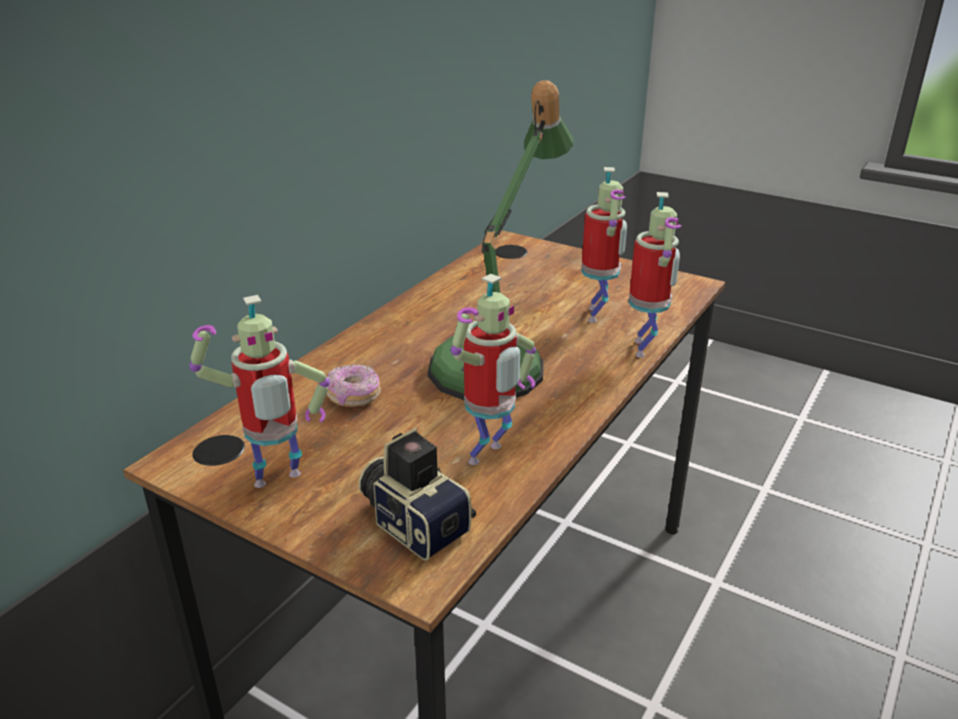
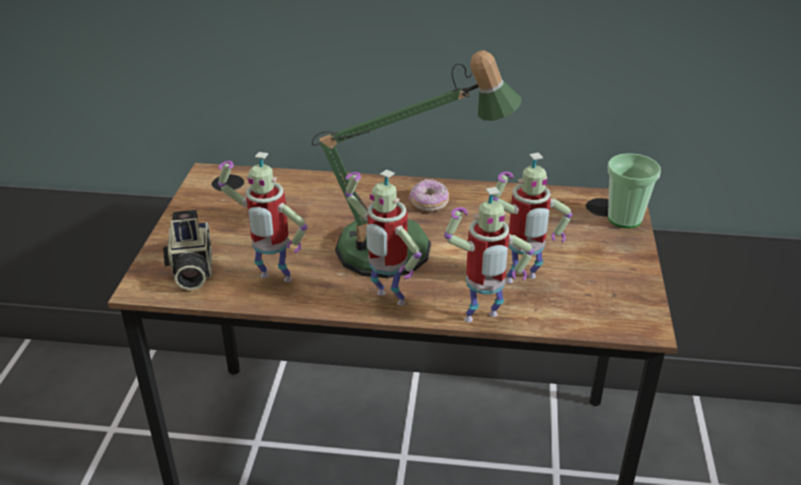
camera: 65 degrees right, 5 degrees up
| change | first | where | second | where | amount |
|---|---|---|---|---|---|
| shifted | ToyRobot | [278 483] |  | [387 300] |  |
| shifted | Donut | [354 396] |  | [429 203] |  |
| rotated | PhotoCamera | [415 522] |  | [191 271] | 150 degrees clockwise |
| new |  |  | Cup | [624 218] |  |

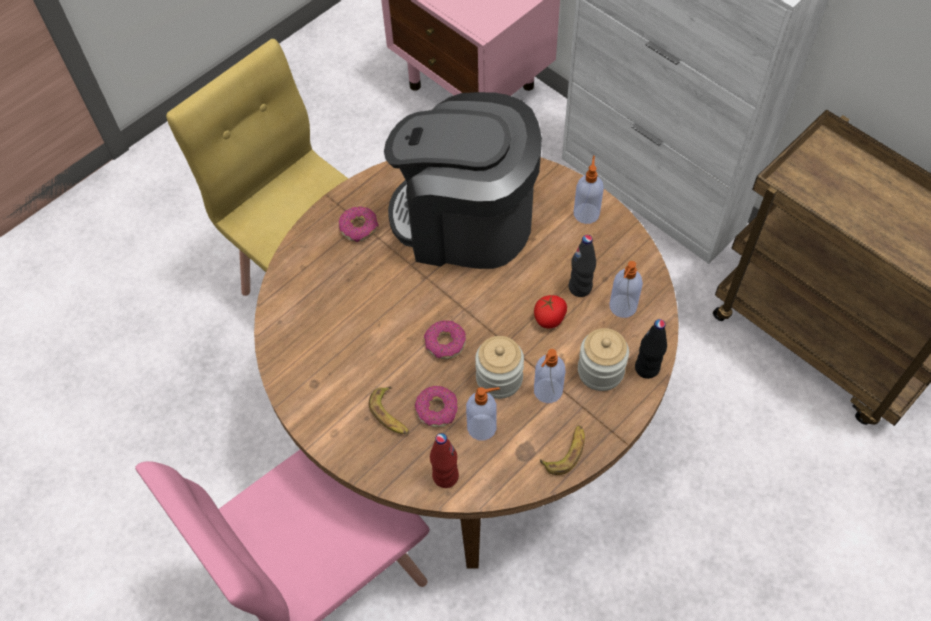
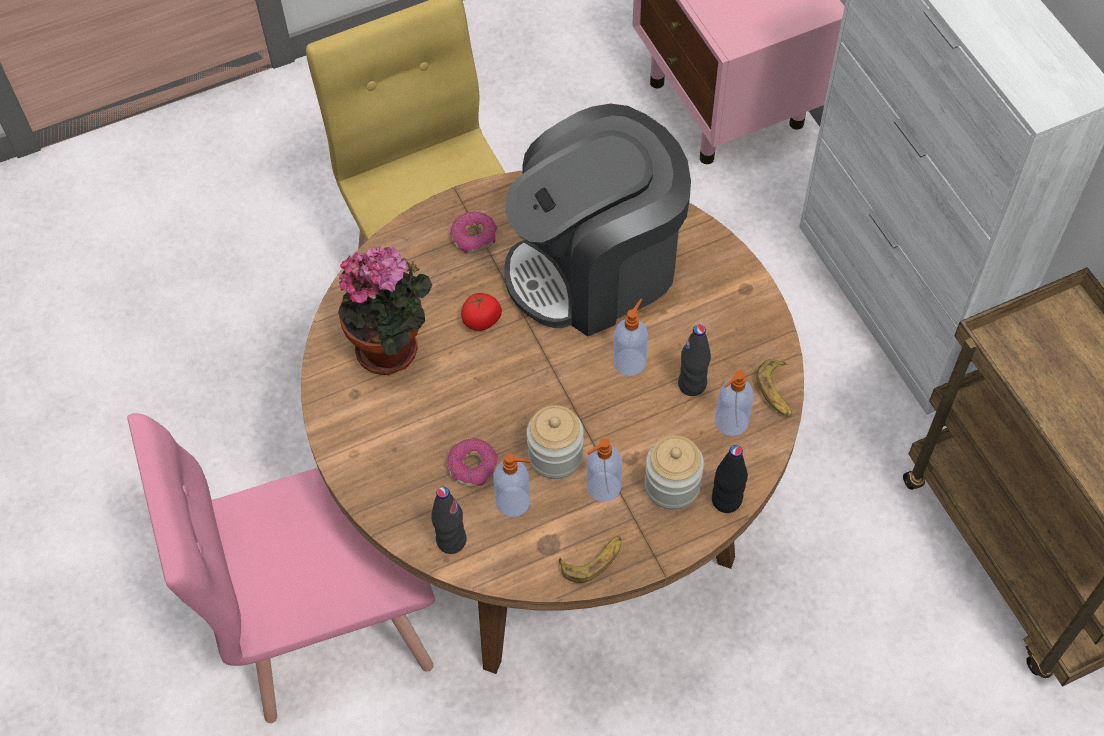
camera: 20 degrees right, 0 degrees up
| change | first | where | second | where | amount |
|---|---|---|---|---|---|
| shifted | Banana | [390 414] |  | [776 392] |  |
| rotated | CoffeeMachine | [465 221] |  | [595 267] | 60 degrees counterclockwise |
| gone | Donut | [445 343] |  |  |  |
| repainted | RedBottle | [445 476] | BlackBottle | [451 540] |  |
| shifted | Tomato | [550 318] |  | [482 320] |  |
| shifted | SoapDispenser | [586 212] |  | [630 361] |  |
| new |  |  | PottedPlant | [393 349] |  |

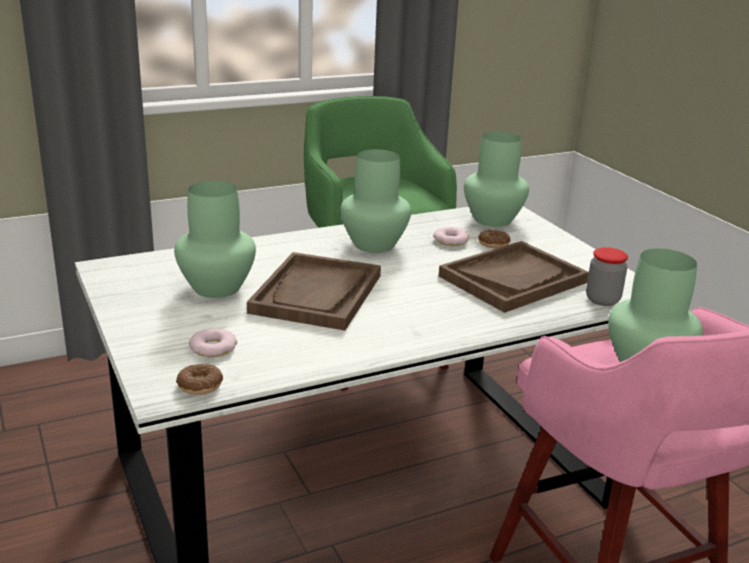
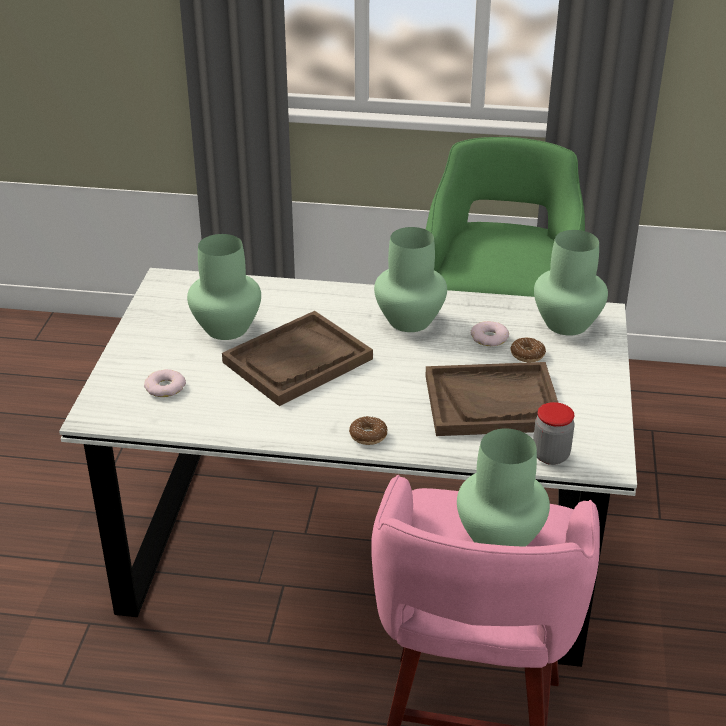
camera: 35 degrees right, 10 degrees up
| change | first | where | second | where | amount |
|---|---|---|---|---|---|
| shifted | Donut | [200 385] |  | [368 435] |  |

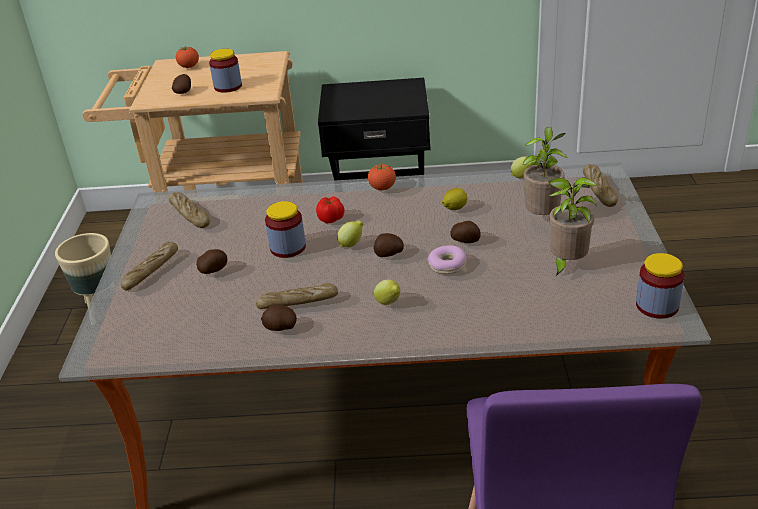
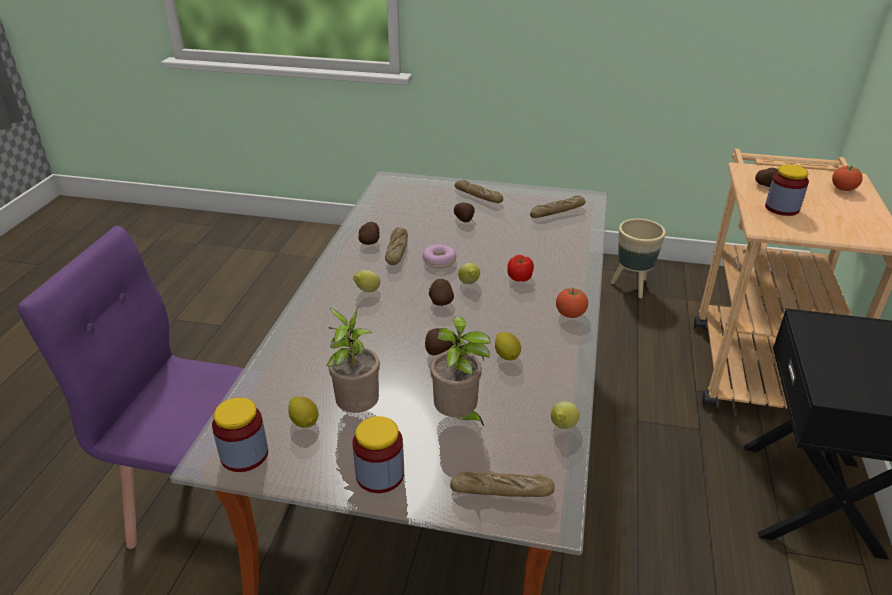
camera: 100 degrees right, 0 degrees up
| change | first | where | second | where | amount |
|---|---|---|---|---|---|
| shifted | Jar | [288 247] |  | [380 474] |  |
| shifted | Donut | [447 265] |  | [439 261] |  |
| new |  |  | Lemon | [304 421] |  |

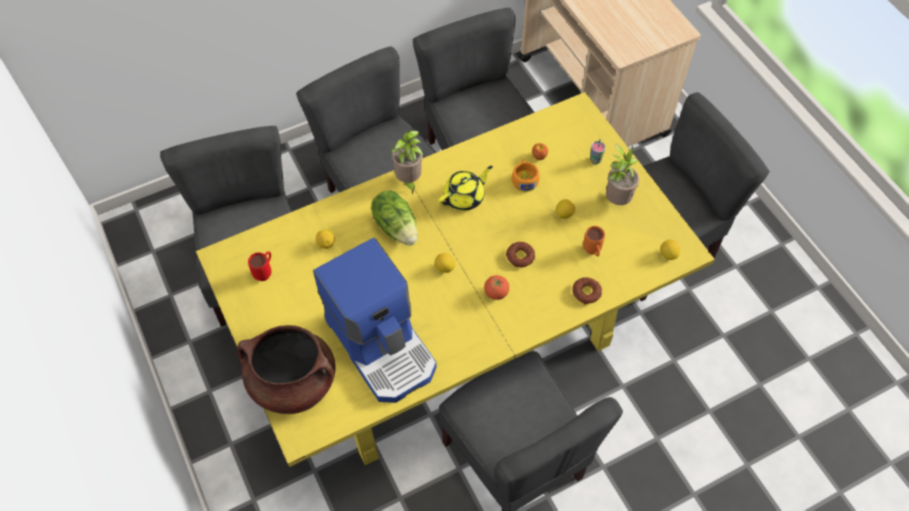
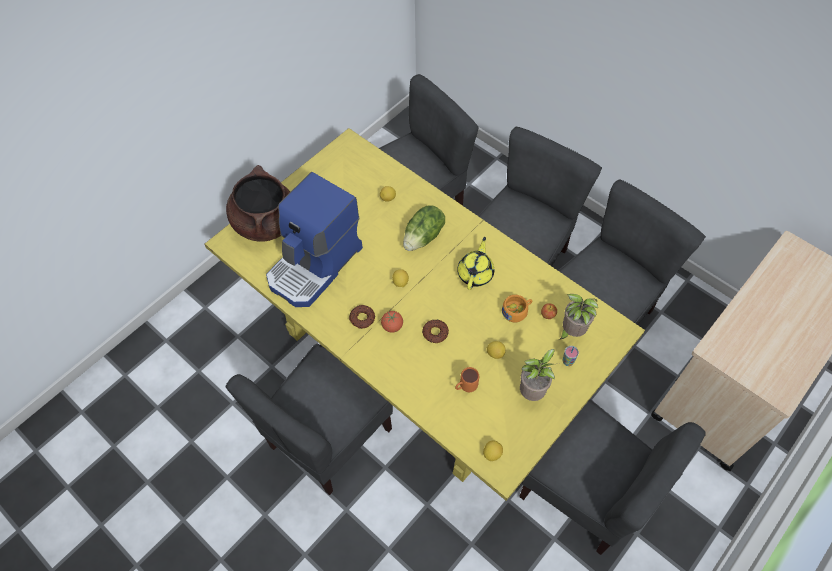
camera: 70 degrees right, 0 degrees up
| change | first | where | second | where | amount |
|---|---|---|---|---|---|
| gone | RedMug | [265 272] |  |  |  |
| shifted | PottedPlant | [408 180] |  | [571 331] |  |
| rotated | YellowTeapot | [464 197] |  | [475 273] | 105 degrees counterclockwise |
| shifted | Donut | [586 292] |  | [362 318] |  |

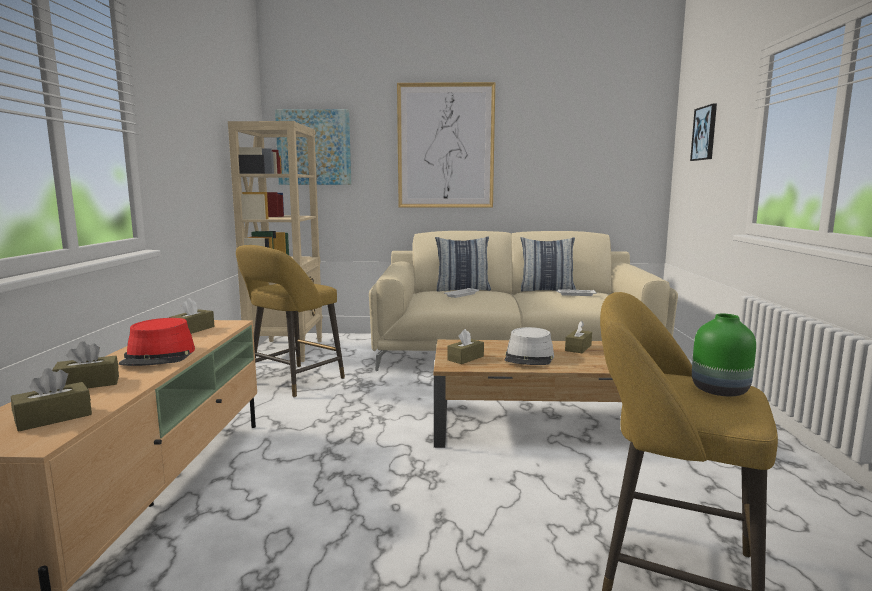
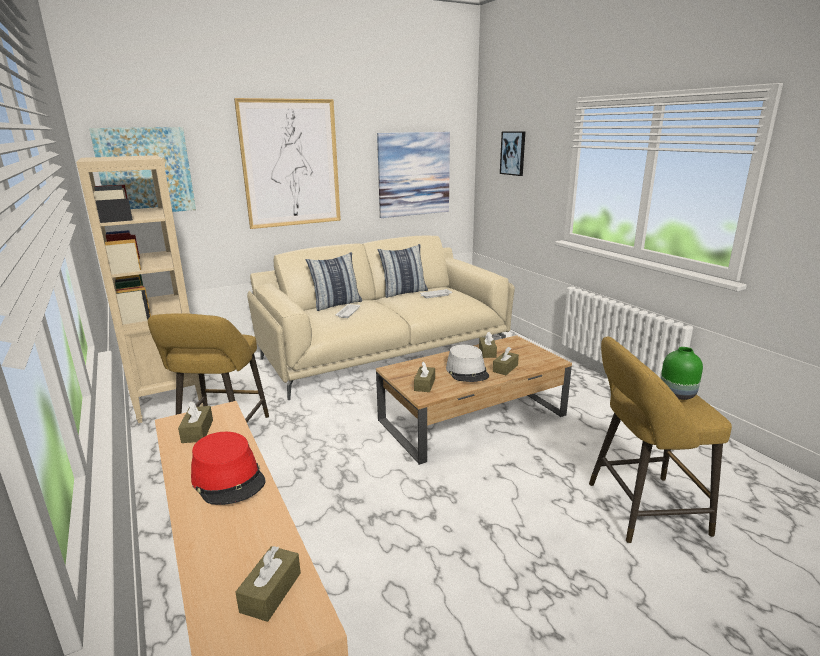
camera: 30 degrees left, 10 degrees up
| change | first | where | second | where | amount |
|---|---|---|---|---|---|
| shifted | BrownTissueBox | [88 384] |  | [505 368] |  |
| new |  |  | Picture | [414 174] |  |

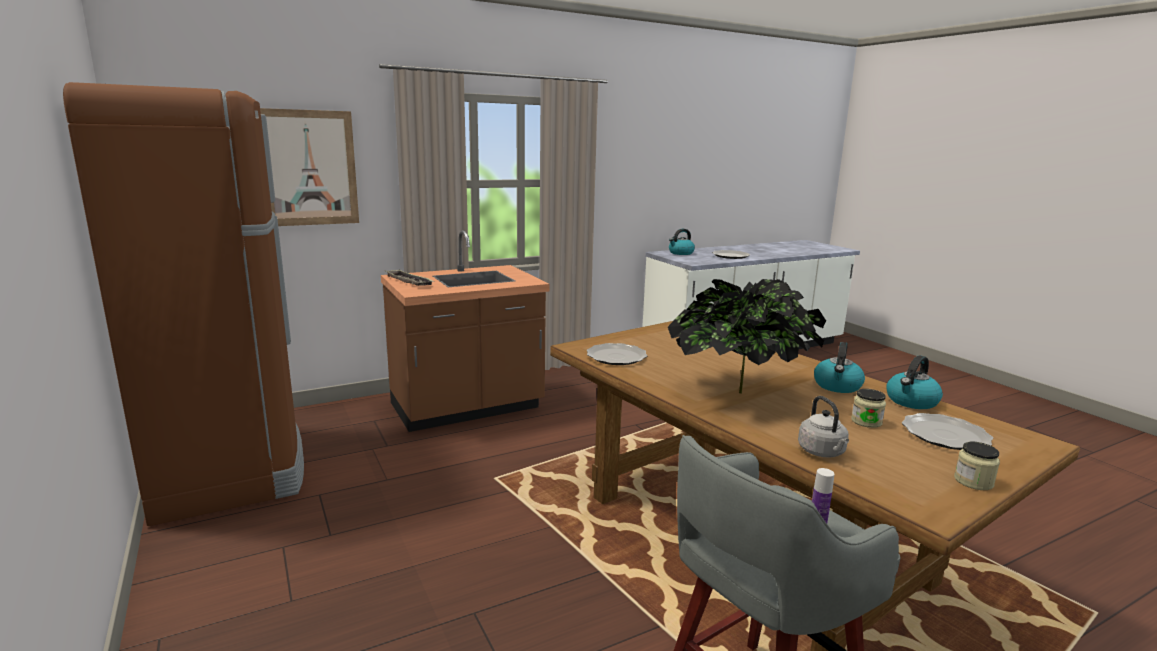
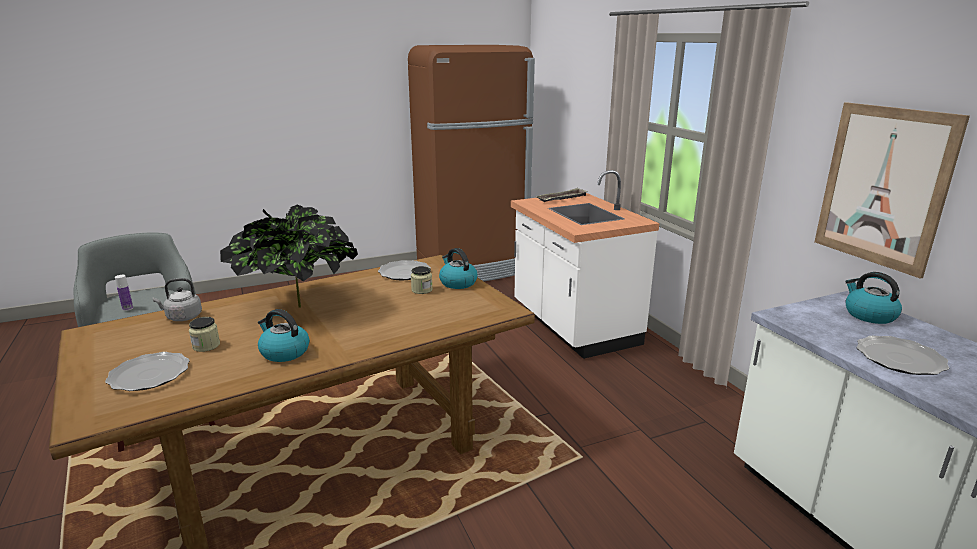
camera: 95 degrees right, 5 degrees up
| change | first | where | second | where | amount |
|---|---|---|---|---|---|
| shifted | Picture | [309 168] |  | [883 186] |  |
| repainted | BrownCounter | [467 408] | WhiteCounter | [573 326] |  |
| shifted | Kettle | [911 402] |  | [457 283] |  |
| shifted | Jar | [973 481] |  | [422 290] |  |

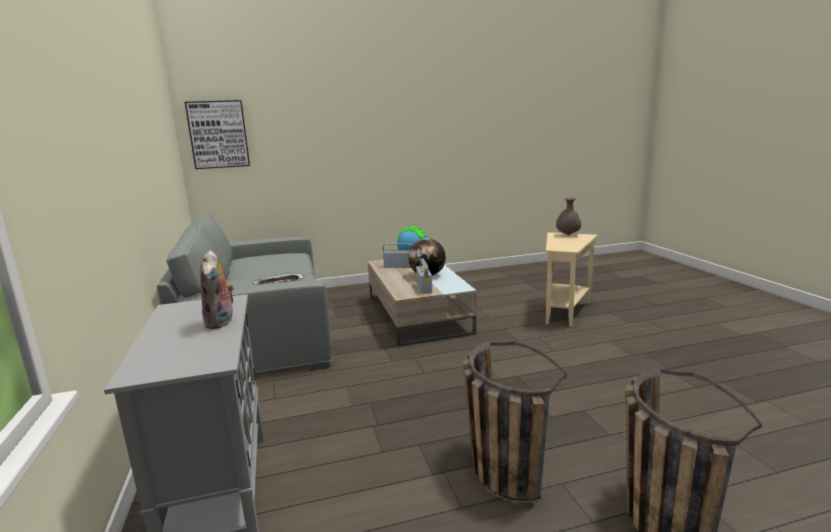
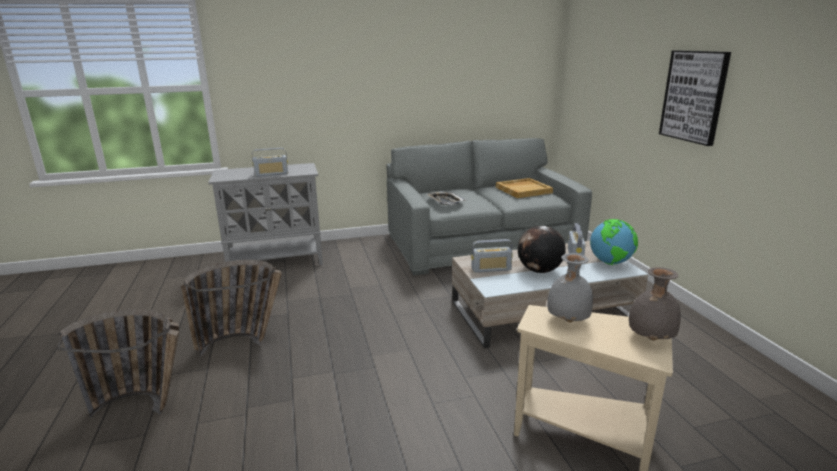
camera: 90 degrees right, 5 degrees up
| change | first | where | second | where | amount |
|---|---|---|---|---|---|
| shifted | Picture | [218 134] |  | [694 96] |  |
| swapped | PlushToy | [221 322] | Radio | [271 174] |  |
| new |  |  | BeigeTray | [523 190] |  |
| new |  |  | GreyVase | [567 319] |  |

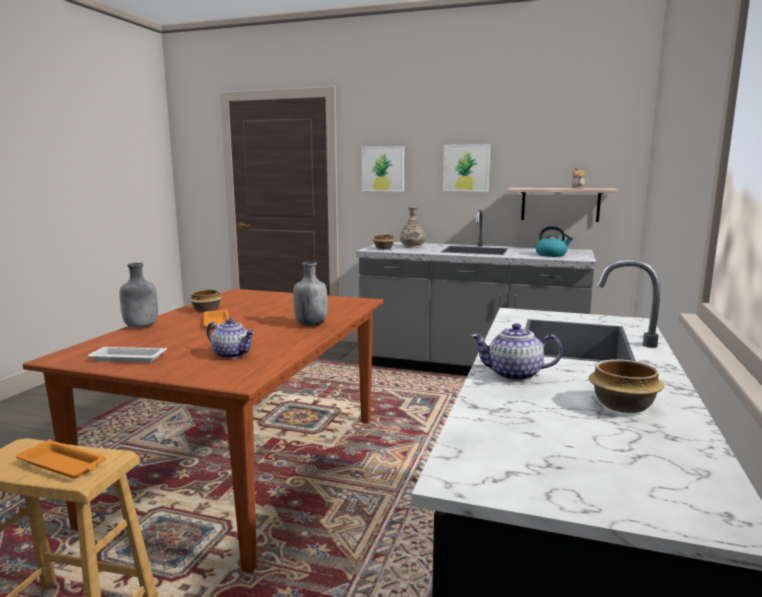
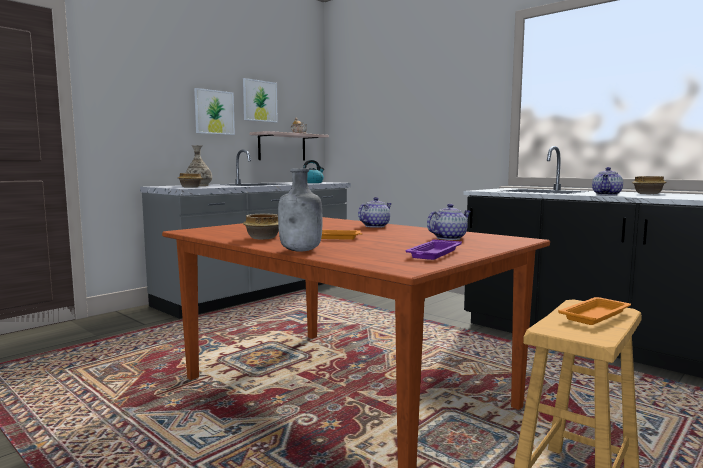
camera: 65 degrees left, 5 degrees down
| change | first | where | second | where | amount |
|---|---|---|---|---|---|
| repainted | WhiteTray | [127 358] | PurpleTray | [433 254] |  |
| swapped | GreyBottle | [310 324] | Teapot | [374 226] |  |
| shifted | Picture | [383 169] |  | [259 101] |  |

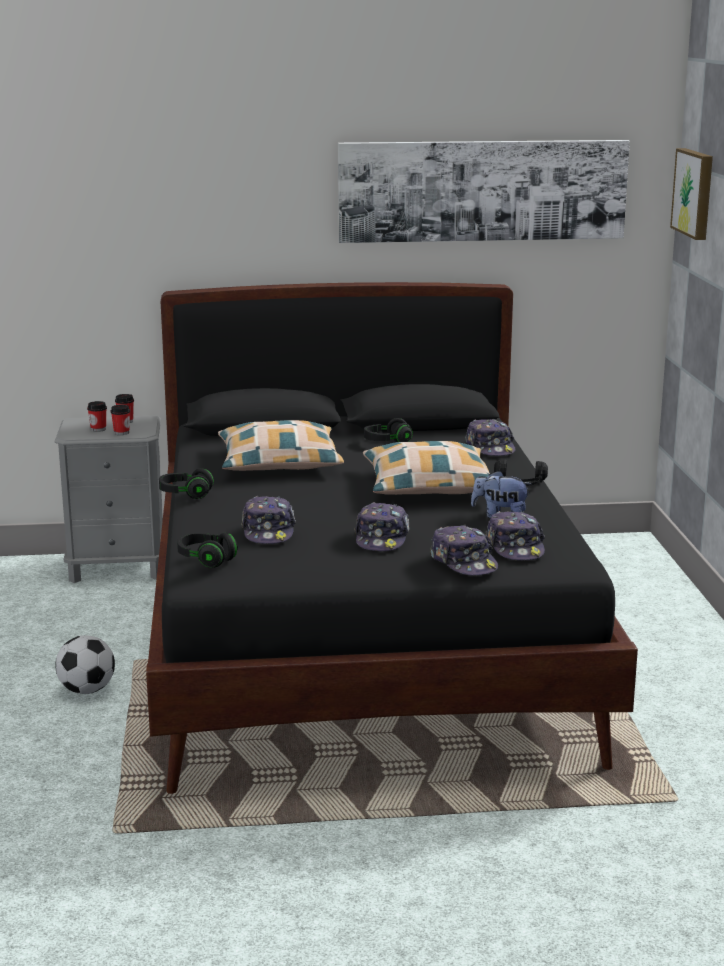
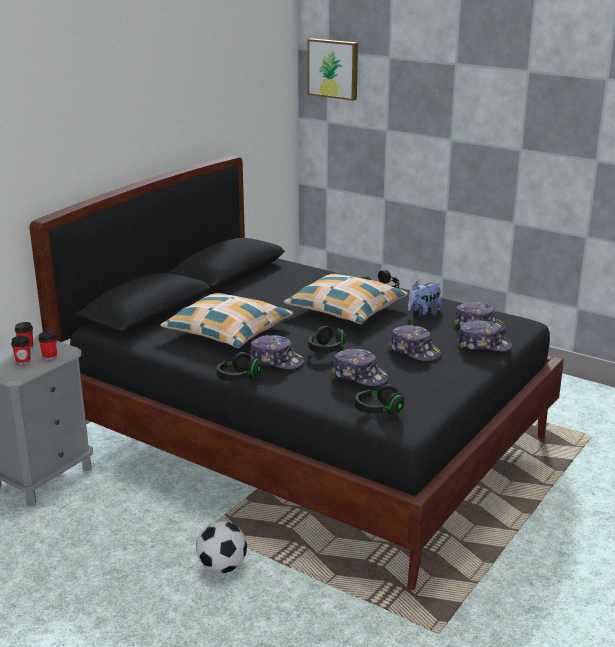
camera: 50 degrees left, 5 degrees up
| change | first | where | second | where | amount |
|---|---|---|---|---|---|
| gone | Picture | [482 190] |  |  |  |
| shifted | BlackHeadphones | [387 442] |  | [326 350] |  |
| shifted | Cap | [490 448] |  | [276 361] |  |

